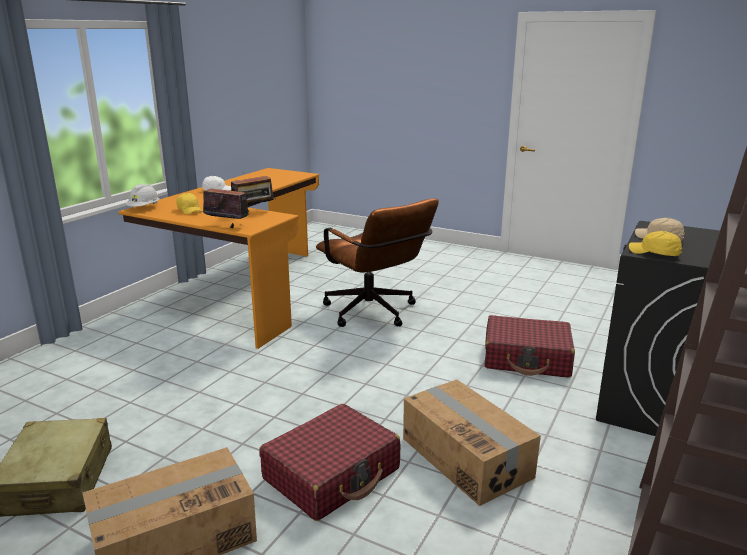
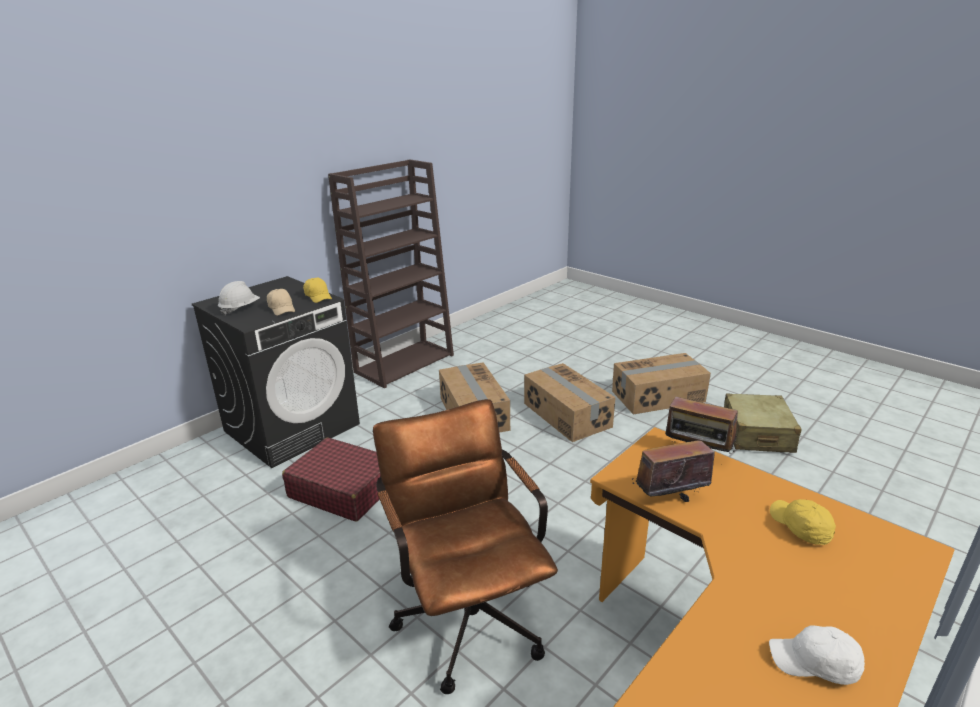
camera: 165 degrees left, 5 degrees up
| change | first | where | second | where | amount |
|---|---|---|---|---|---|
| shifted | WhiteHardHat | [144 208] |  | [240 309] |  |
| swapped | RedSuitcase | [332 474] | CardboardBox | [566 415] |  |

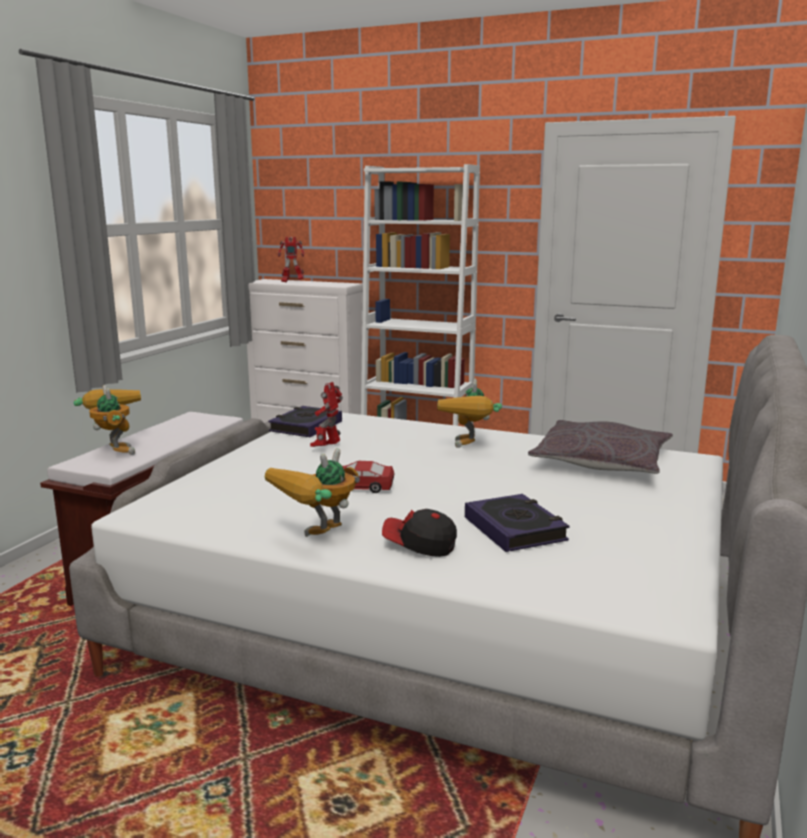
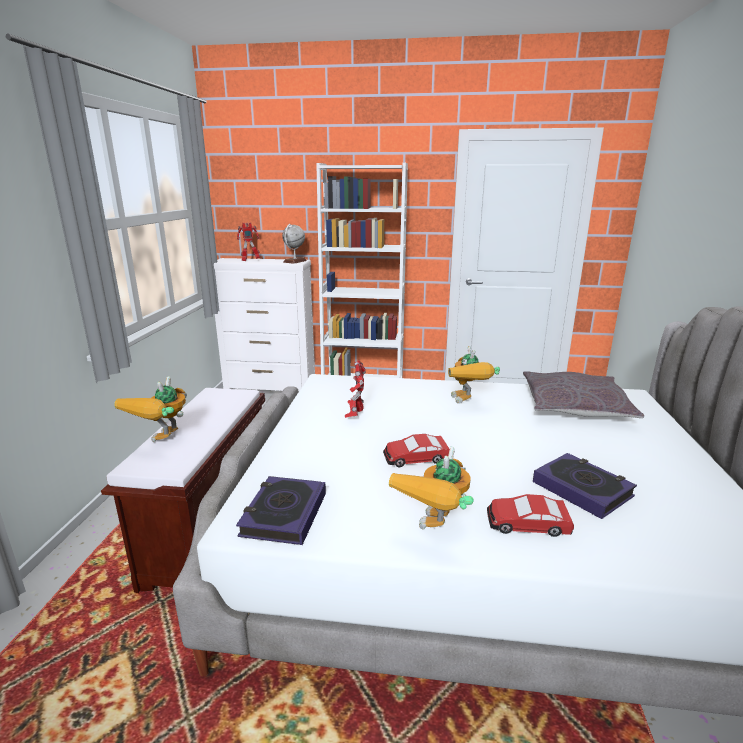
camera: 15 degrees left, 5 degrees up
| change | first | where | second | where | amount |
|---|---|---|---|---|---|
| rotated | ToyRobot | [114 450] |  | [164 443] | 120 degrees counterclockwise |
| shifted | Book | [305 426] |  | [284 514] |  |
| swapped | Cap | [419 546] | ToyCar | [527 524] |  |
| new |  |  | Globe | [295 261] |  |

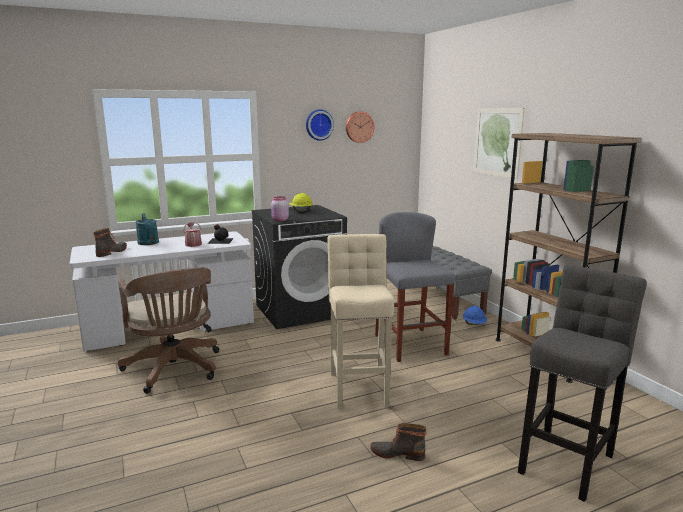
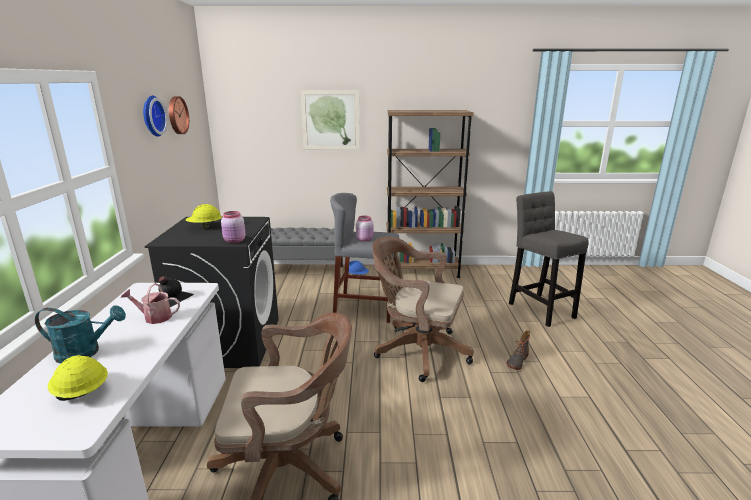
camera: 65 degrees left, 5 degrees up
| change | first | where | second | where | amount |
|---|---|---|---|---|---|
| swapped | Boot | [112 252] | YellowHardHat | [81 392] |  |
| swapped | BeigeStool | [359 386] | BrownOfficeChair | [417 351] |  |
| new |  |  | PinkJar | [365 239] |  |

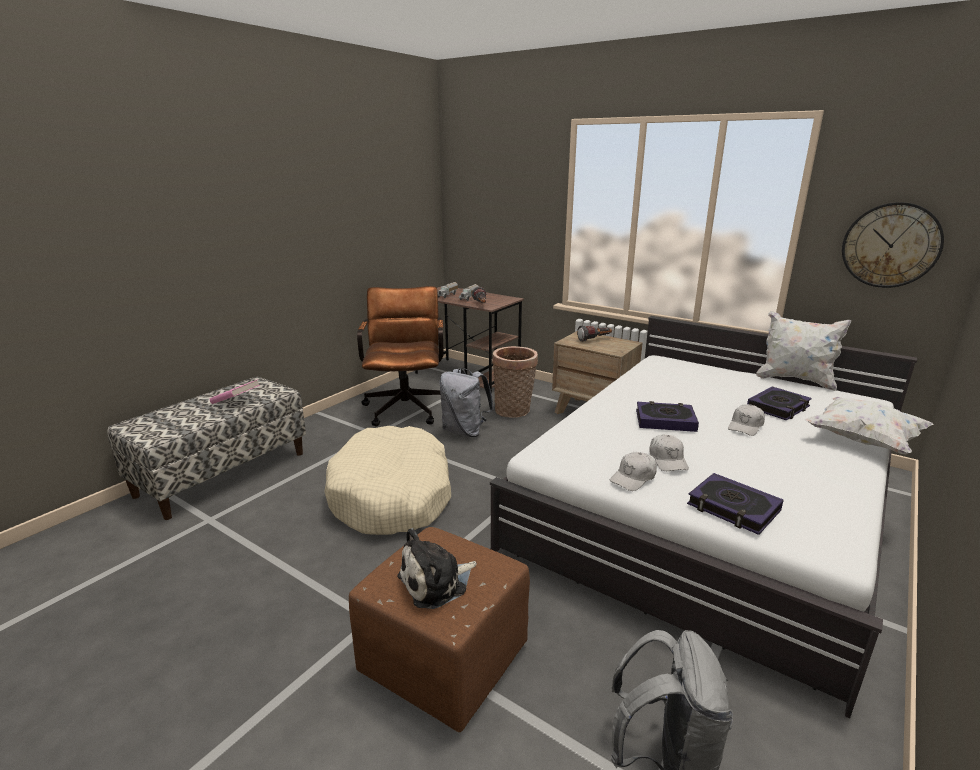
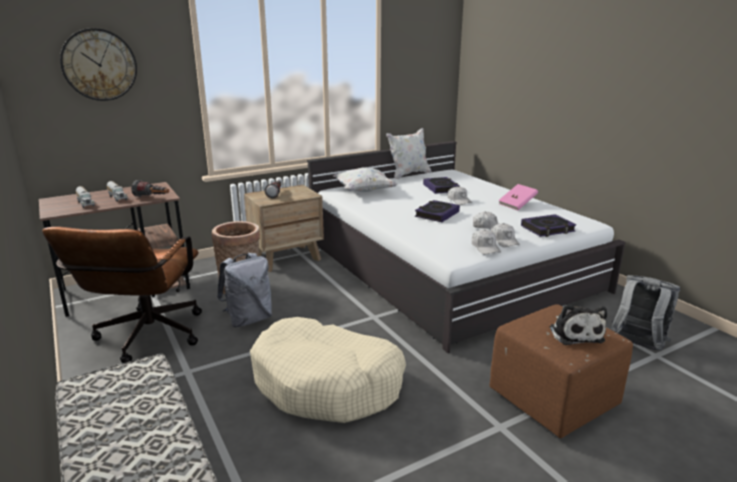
camera: 65 degrees left, 0 degrees up
| change | first | where | second | where | amount |
|---|---|---|---|---|---|
| shifted | PinkBook | [236 402] |  | [517 205] |  |
| rotated | BrownOfficeChair | [406 406] |  | [146 339] | 105 degrees counterclockwise |
| shifted | WhitePillow | [862 441] |  | [364 191] |  |
| shifted | WallClock | [890 245] |  | [99 65] |  |
| new |  |  | WhiteCap | [485 247] |  |

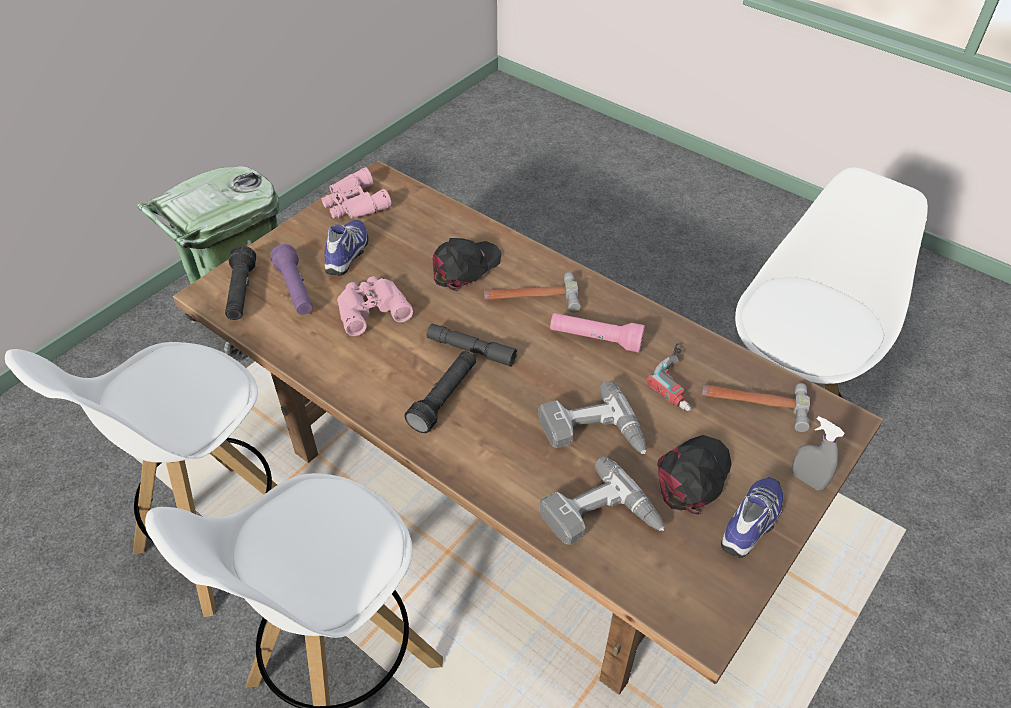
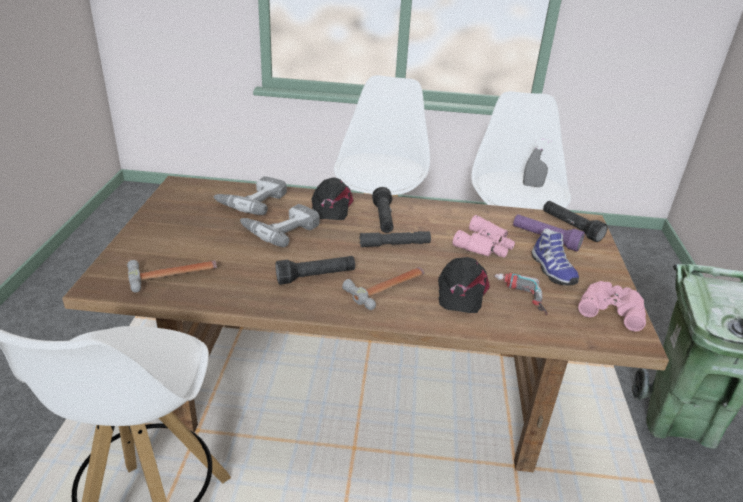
camera: 145 degrees right, 15 degrees down
| change | first | where | second | where | amount |
|---|---|---|---|---|---|
| repainted | PinkFlashlight | [595 339] | BlackFlashlight | [316 277] |  |
| shifted | PowerDrill | [681 381] |  | [518 297] |  |
| shifted | BlackCap | [693 476] |  | [331 207] |  |
| gone | Shoe | [752 523] |  |  |  |
| shifted | GreySprayBottle | [807 480] |  | [532 185] |  |

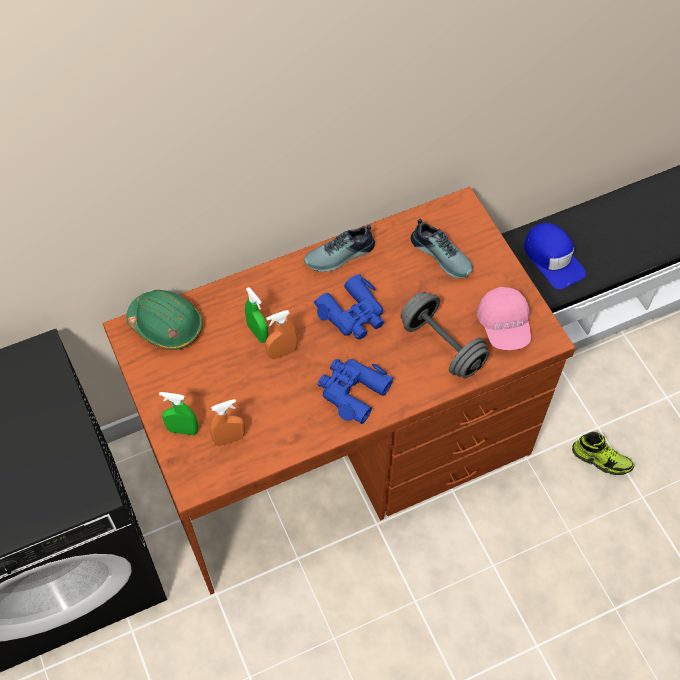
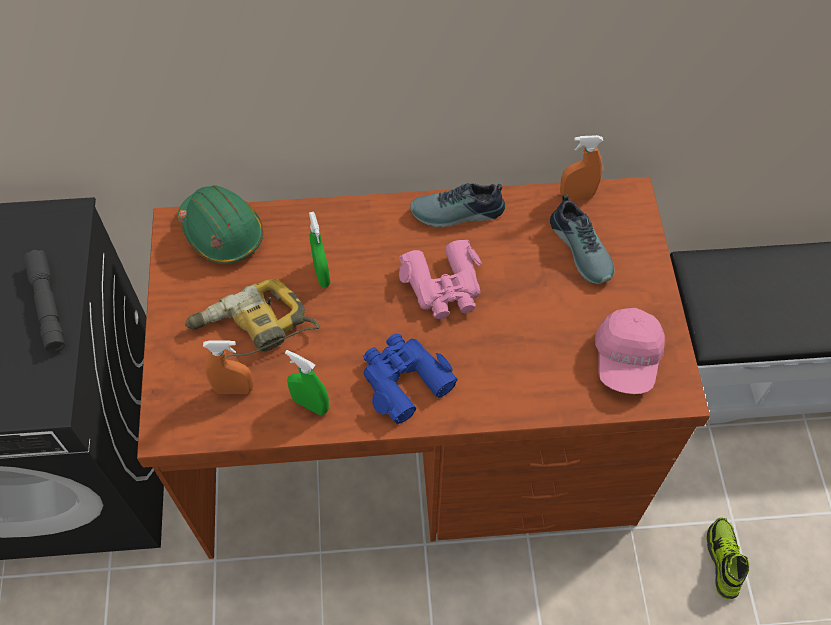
camera: 20 degrees right, 0 degrees up
| change | first | where | second | where | amount |
|---|---|---|---|---|---|
| shifted | GreenSprayBottle | [183 430] |  | [310 404] |  |
| shifted | OrangeSprayBottle | [282 352] |  | [577 194] |  |
| repainted | BlueBinoculars | [353 314] | PinkBinoculars | [444 286] |  |
| gone | GreyDumbbell | [442 346] |  |  |  |
| gone | BlueCap | [552 259] |  |  |  |
| rotated | Shoe | [601 459] |  | [722 560] | 135 degrees counterclockwise |
| new |  |  | GreyFlashlight | [48 306] |  |
| new |  |  | PowerDrill | [253 330] |  |

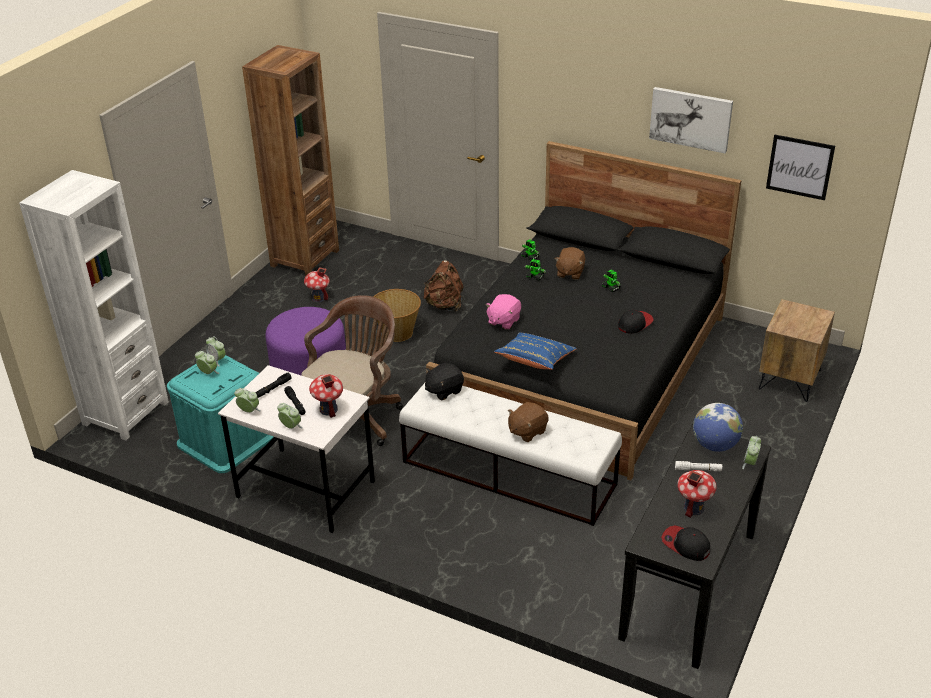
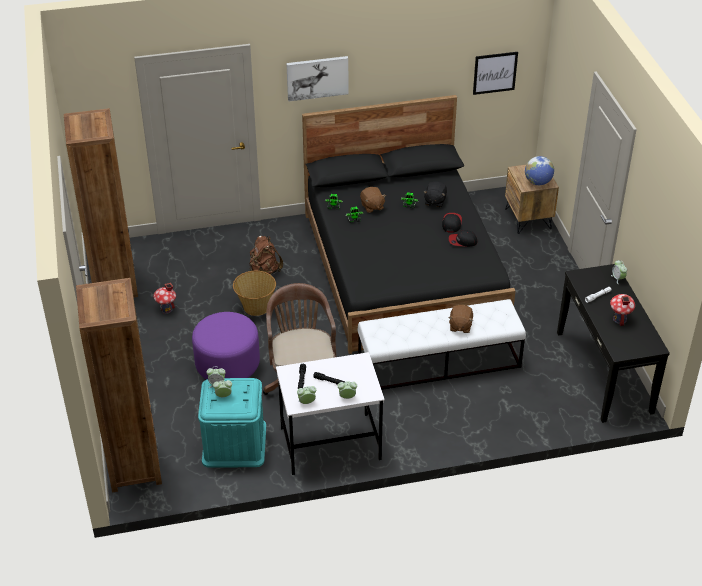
camera: 40 degrees left, 5 degrees up
| change | first | where | second | where | amount |
|---|---|---|---|---|---|
| repainted | WhiteBookcase | [125 413] | BrownBookcase | [134 466] |  |
| gone | ToyHouse | [328 409] |  |  |  |
| shifted | BlackPlushToy | [444 390] |  | [434 201] |  |
| gone | PinkPlushToy | [503 321] |  |  |  |
| gone | BluePillow | [535 361] |  |  |  |
| shifted | Picture | [691 119] |  | [317 77] |  |
| shifted | Cap | [685 545] |  | [462 241] |  |
| shifted | Globe | [715 445] |  | [538 182] |  |

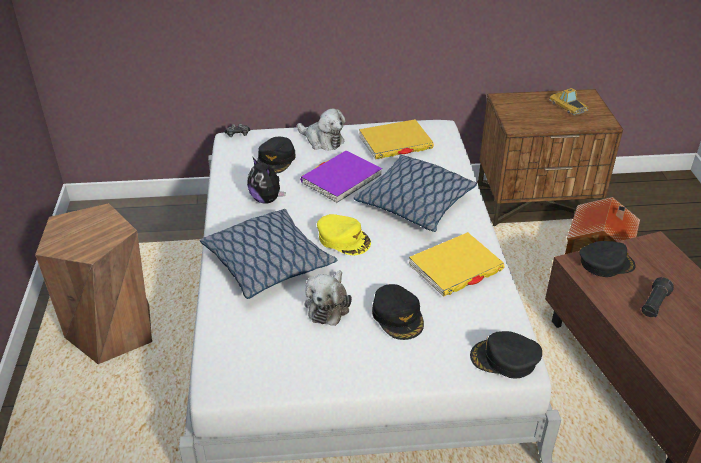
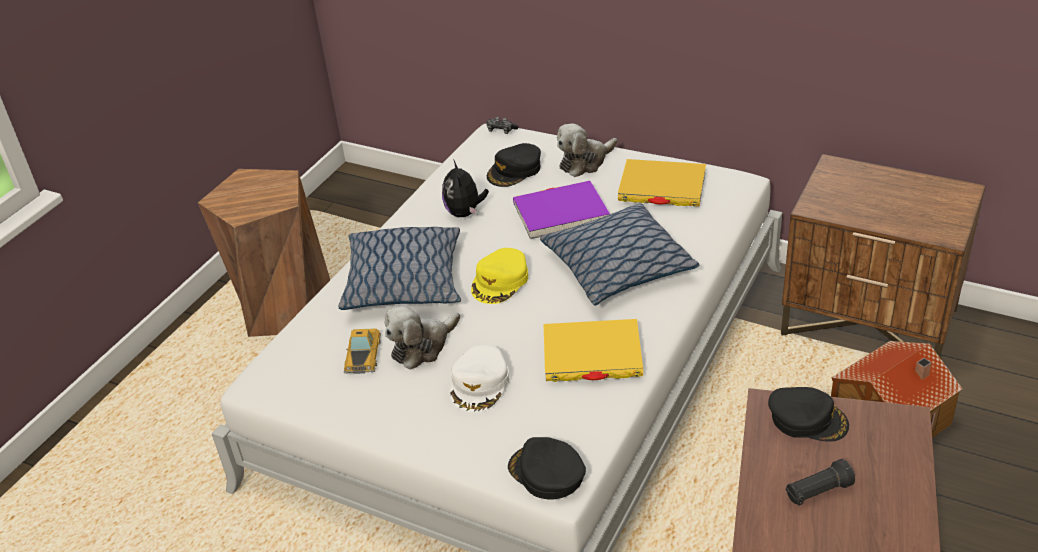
camera: 35 degrees right, 0 degrees up
| change | first | where | second | where | amount |
|---|---|---|---|---|---|
| rotated | PlushToy | [322 140] |  | [585 162] | 75 degrees clockwise |
| rotated | YellowCap | [343 239] |  | [500 281] | 45 degrees clockwise |
| repainted | BlackCap | [398 316] | WhiteCap | [480 384] |  |
| shifted | ToyCar | [567 106] |  | [363 354] |  |

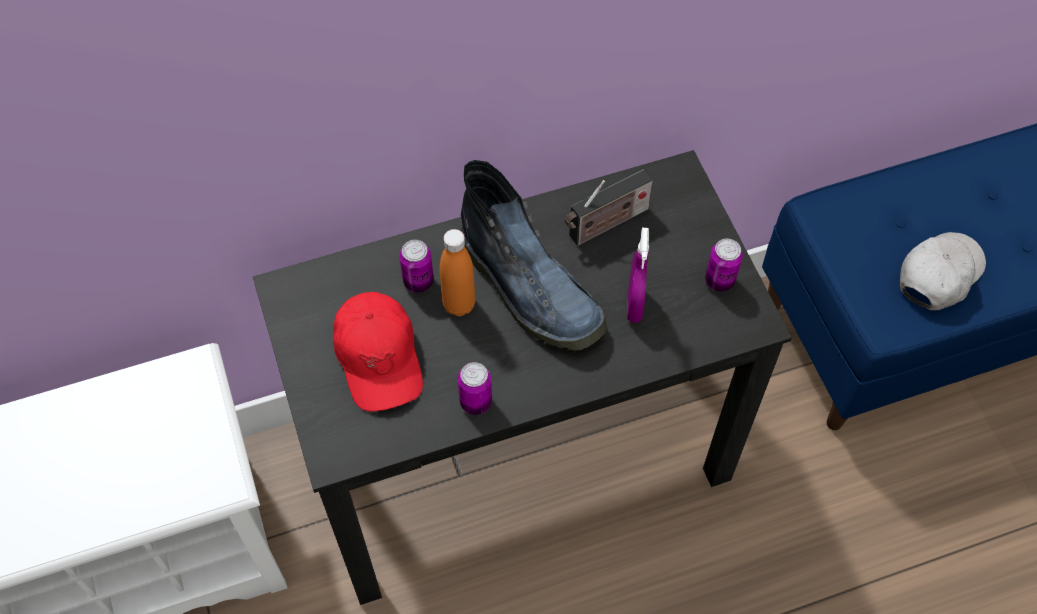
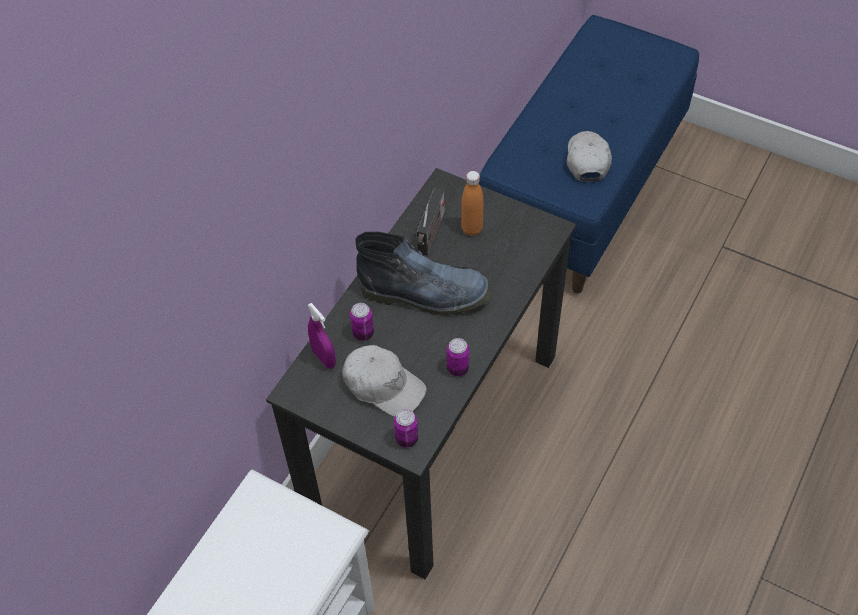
camera: 40 degrees left, 5 degrees down
| change | first | where | second | where | amount |
|---|---|---|---|---|---|
| repainted | RedCap | [379 357] | WhiteCap | [383 386] |  |
| shifted | OrangeBottle | [459 304] |  | [472 229] |  |
| shifted | PurpleSprayBottle | [634 305] |  | [324 358] |  |
| shifted | Can | [719 280] |  | [406 439] |  |

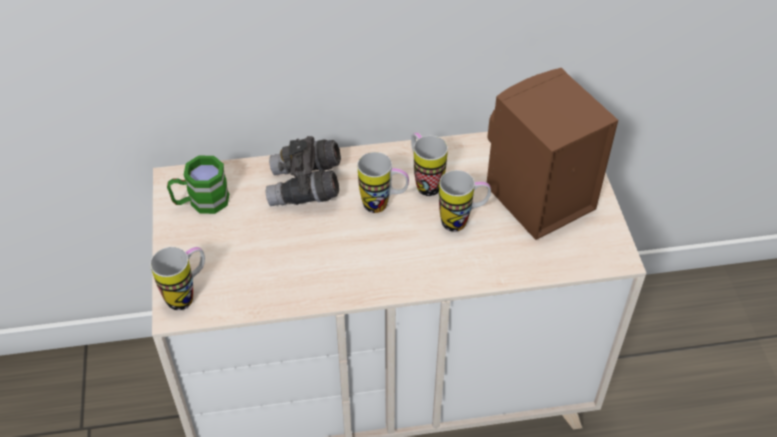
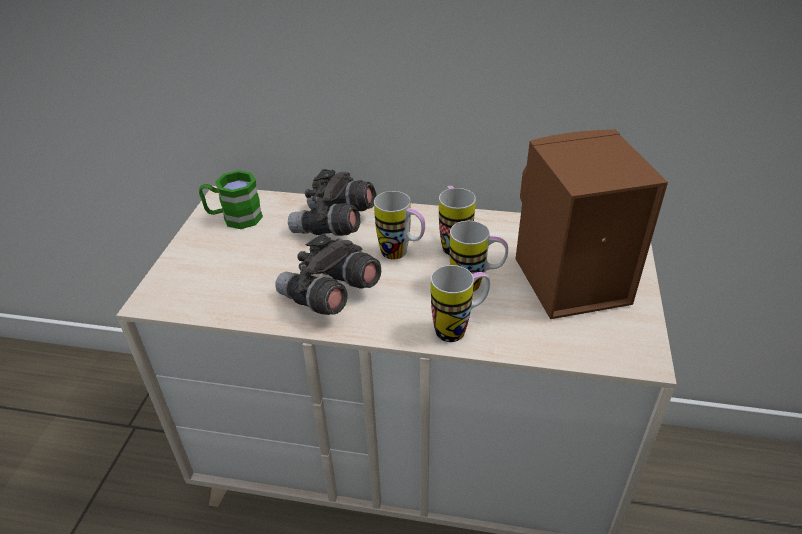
camera: 20 degrees right, 10 degrees down
| change | first | where | second | where | amount |
|---|---|---|---|---|---|
| shifted | Mug | [187 294] |  | [459 329] |  |
| new |  |  | GreyBinoculars | [329 296] |  |

